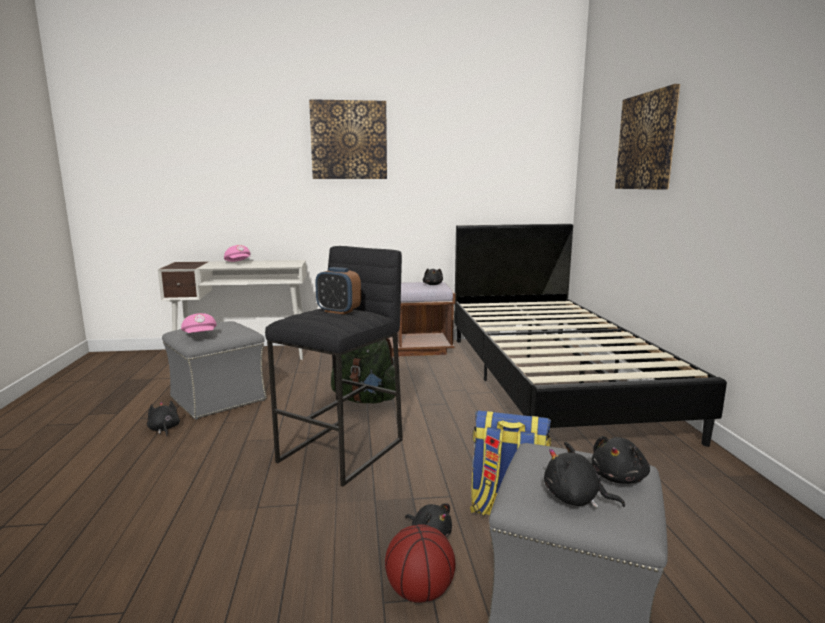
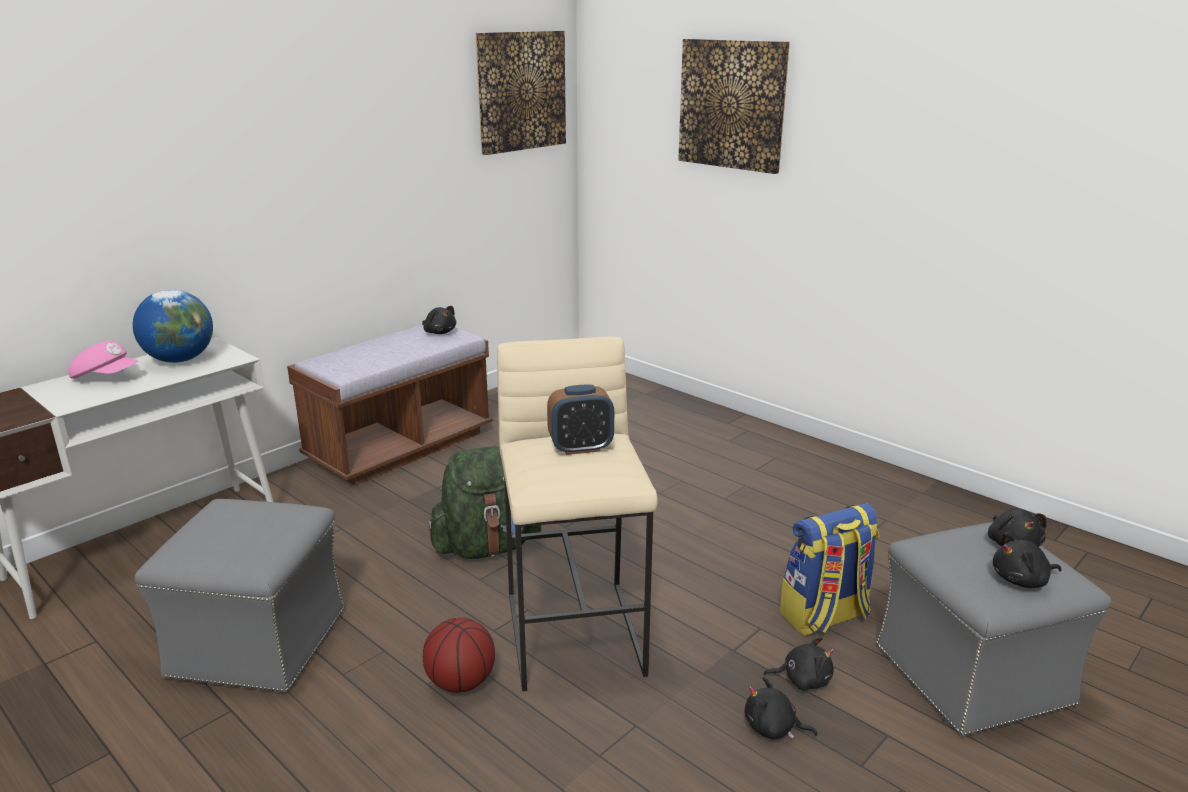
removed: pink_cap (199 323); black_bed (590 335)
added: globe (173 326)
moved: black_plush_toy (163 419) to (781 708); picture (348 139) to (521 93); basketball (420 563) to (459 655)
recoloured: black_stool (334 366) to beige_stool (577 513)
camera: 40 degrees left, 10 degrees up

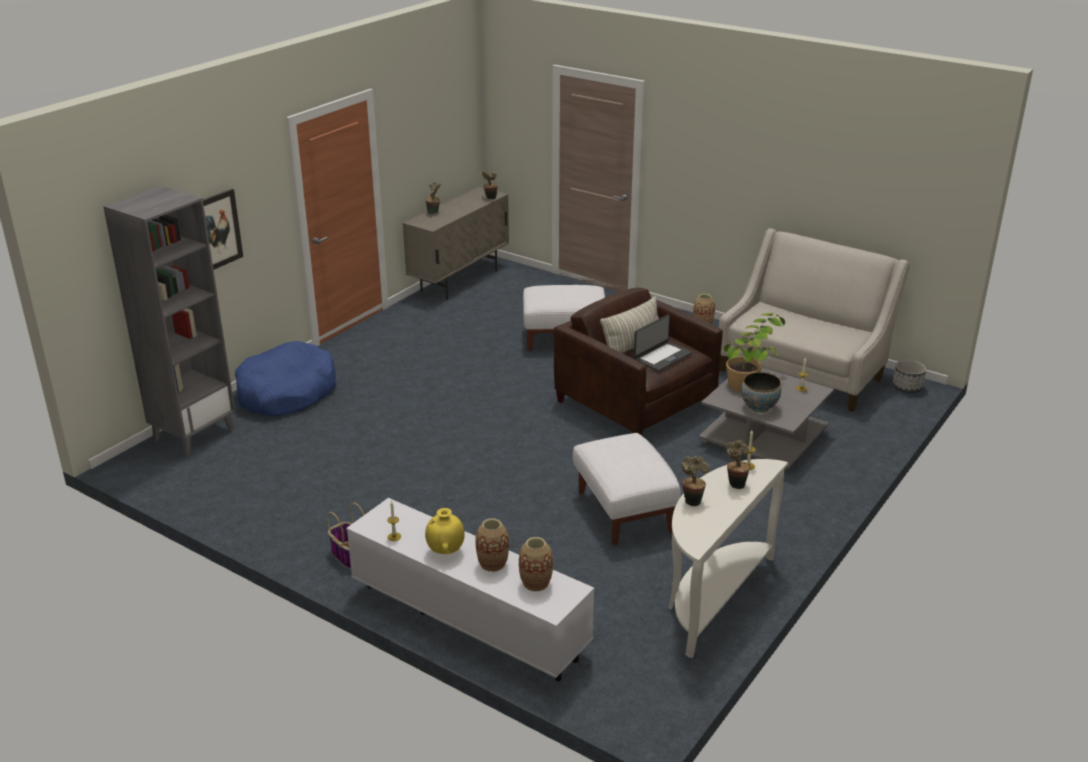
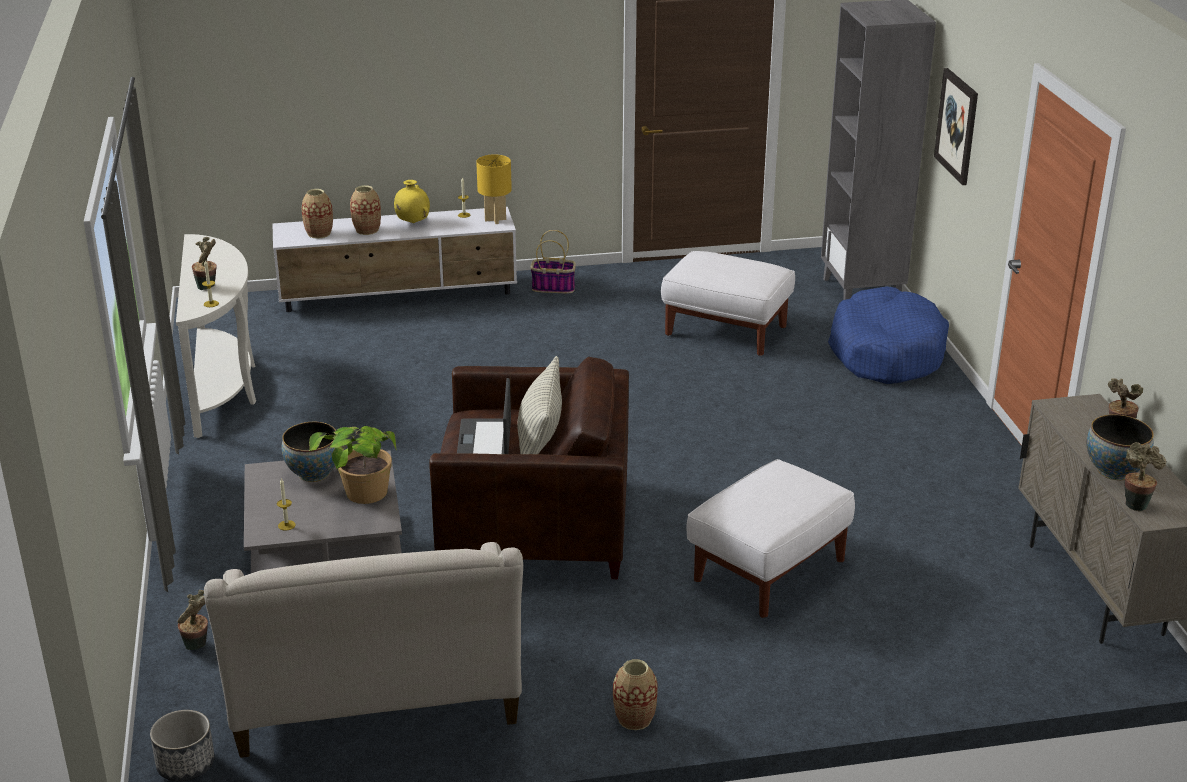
added: yellow_table_lamp (494 189); bowl (1120 447)
moved: white_ottoman (627 489) to (728 303); potted_plant (695 481) to (193 620)
camera: 135 degrees right, 0 degrees up

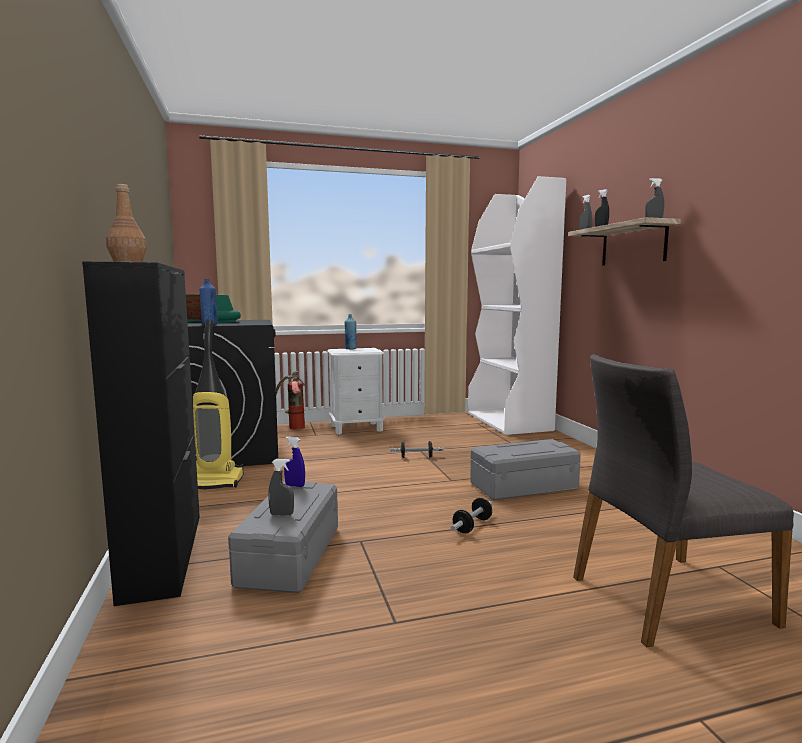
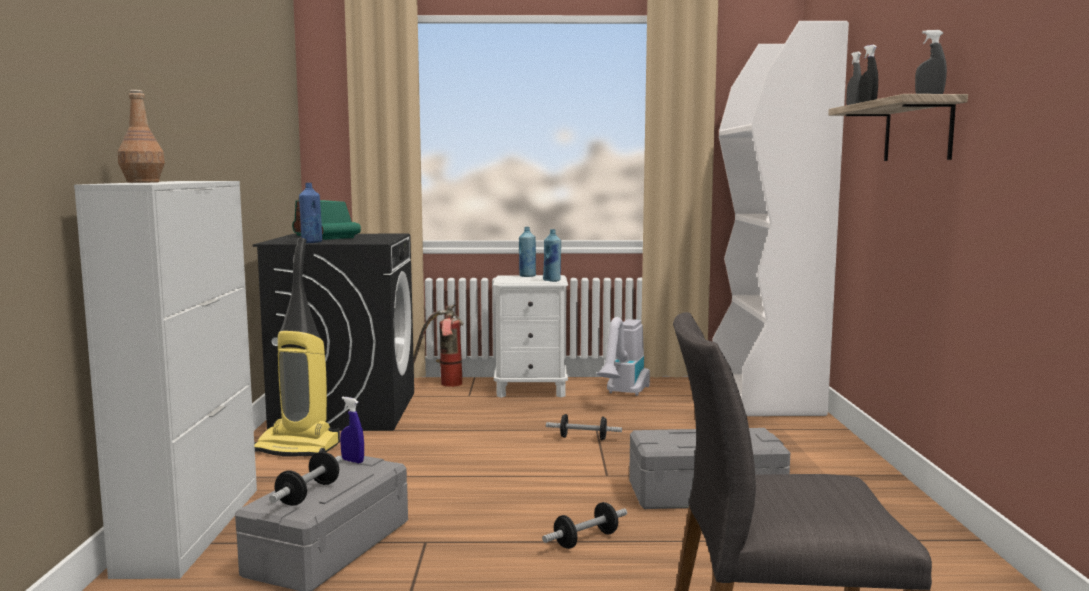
added: blue_bottle (552 255); vacuum_cleaner (623 356)
replaced: grey_spray_bottle (281 487) to dumbbell (305 479)
recoloured: black_cabinet (141 433) to white_cabinet (165 380)
camera: 15 degrees right, 0 degrees up

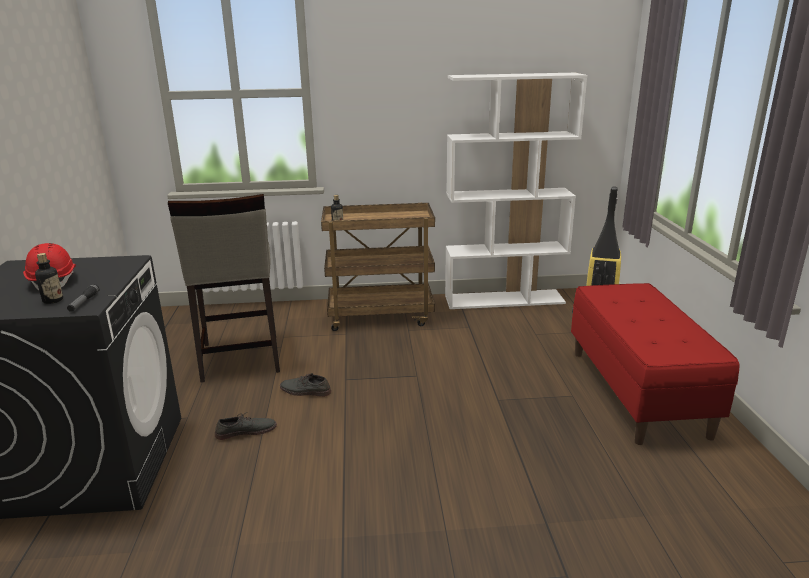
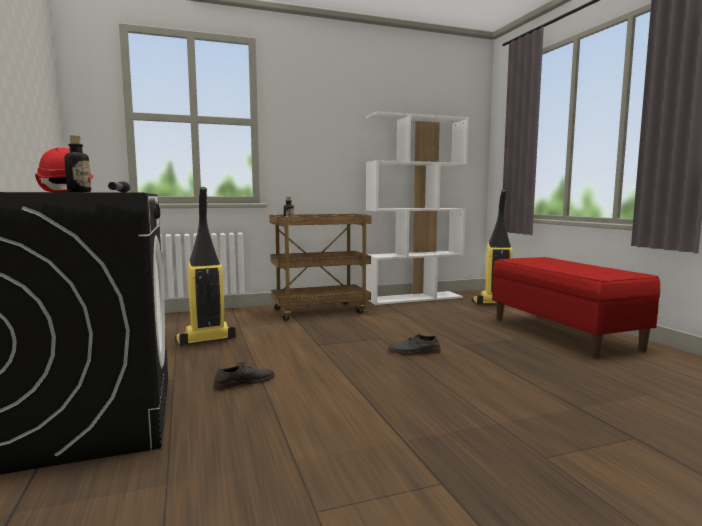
moved: grey_shoe (305 385) to (414 344)
replaced: beige_stool (224 288) to vacuum_cleaner (205 266)
camera: 15 degrees left, 15 degrees down

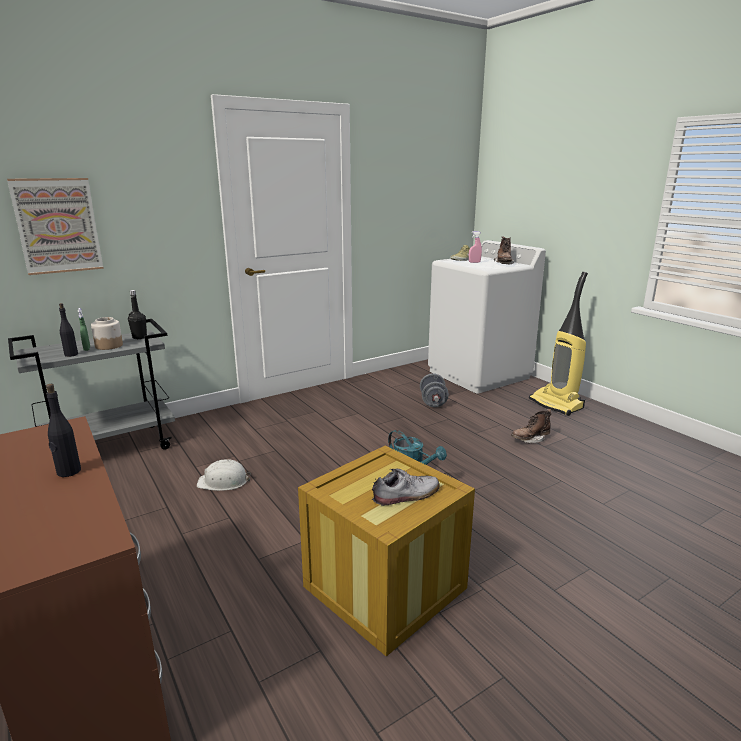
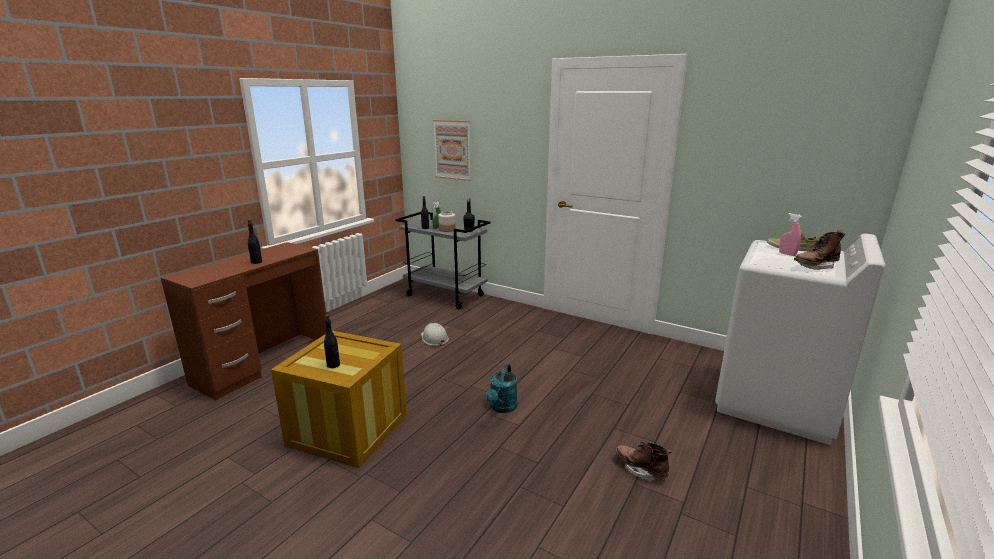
removed: grey_dumbbell (434 390); vacuum_cleaner (558 344)
replaced: shoe (406 487) to black_bottle (332 341)
camera: 65 degrees right, 0 degrees up

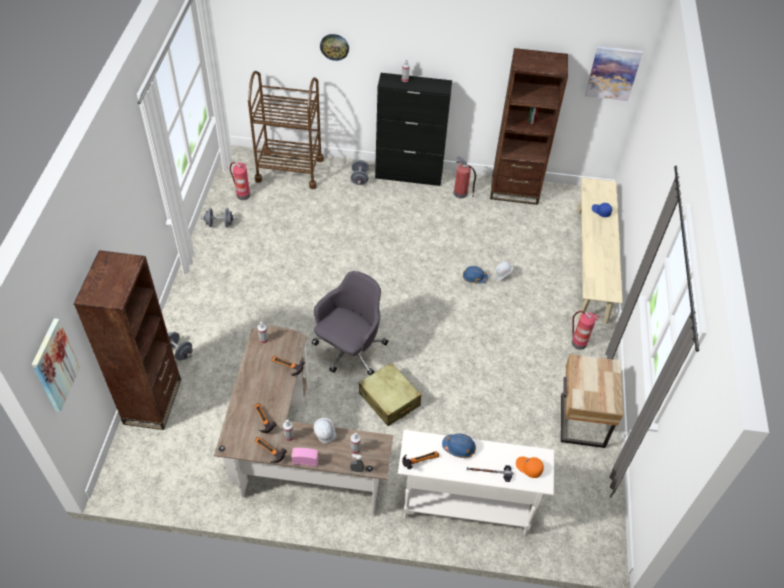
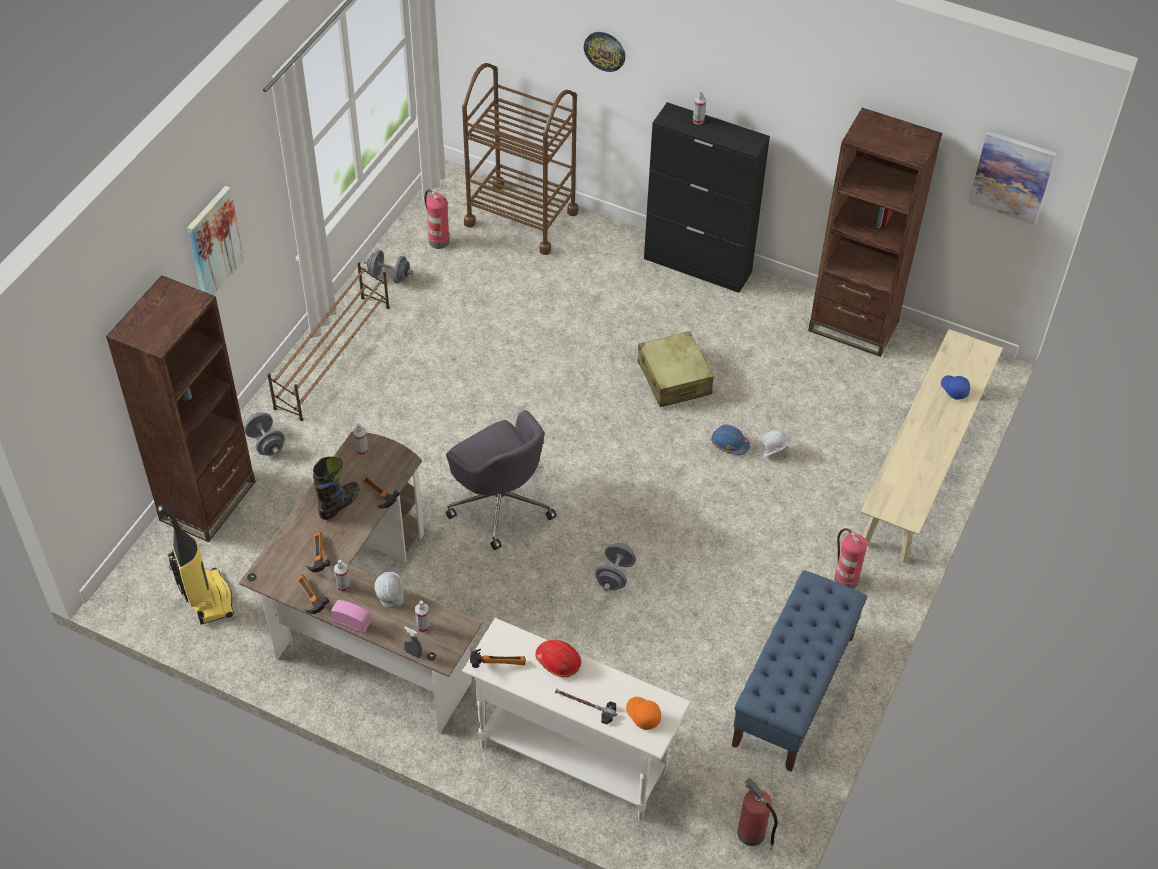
added: vacuum_cleaner (196 564); brown_shoe_rack (328 342); black_boot (336 488)
moved: picture (56 365) to (215 240); grey_dumbbell (360 172) to (615 566); beige_suitcase (390 394) to (676 369); fire_extinguisher (465 177) to (757 814)
replaced: beige_nightstand (592 401) to blue_bench (799 671)
recoloured: blue_hard_hat (459 445) to red_hard_hat (558 658)
turned: grey_office_chair (350 323) = (501 480) 90 degrees clockwise
camera: 20 degrees right, 0 degrees up

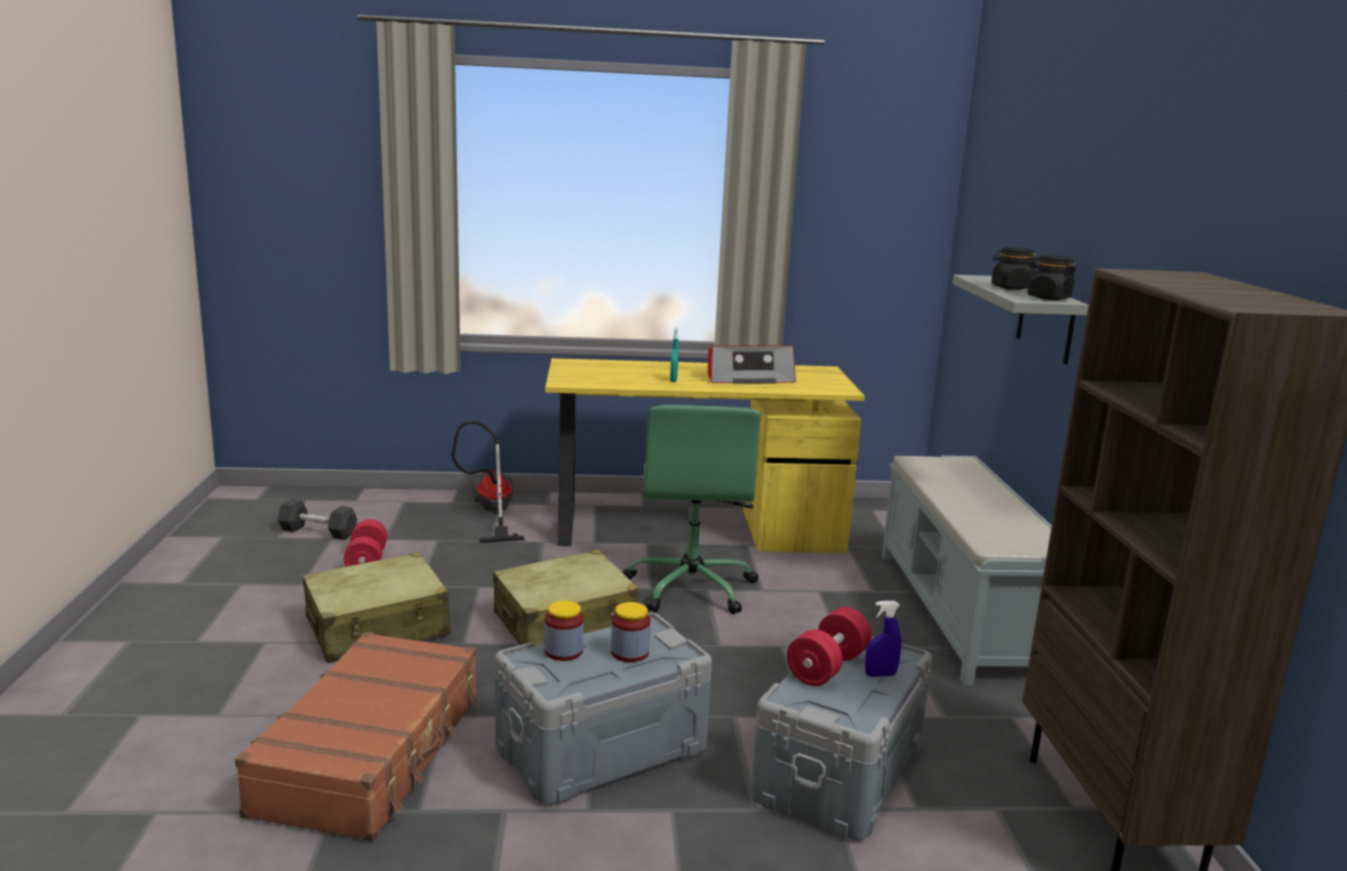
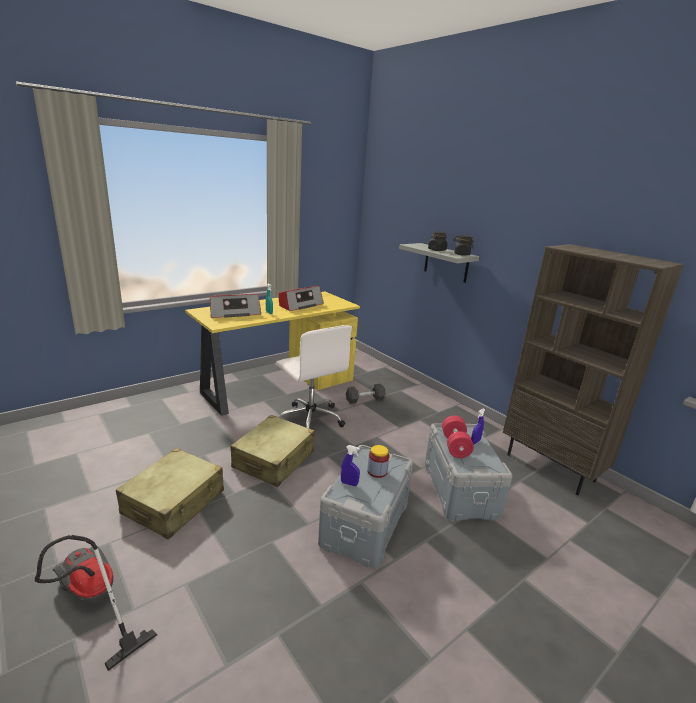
removed: brown_suitcase (357 737); red_dumbbell (366 543); grey_bench (967 570)
added: radio (235 306)
moved: grey_dumbbell (317 519) to (366 394); vacuum_cleaner (488 482) to (96 603)
replaced: jar (564 630) to blue_spray_bottle (350 465)
recoloured: green_office_chair (691 509) to white_office_chair (314 377)
camera: 35 degrees left, 5 degrees up

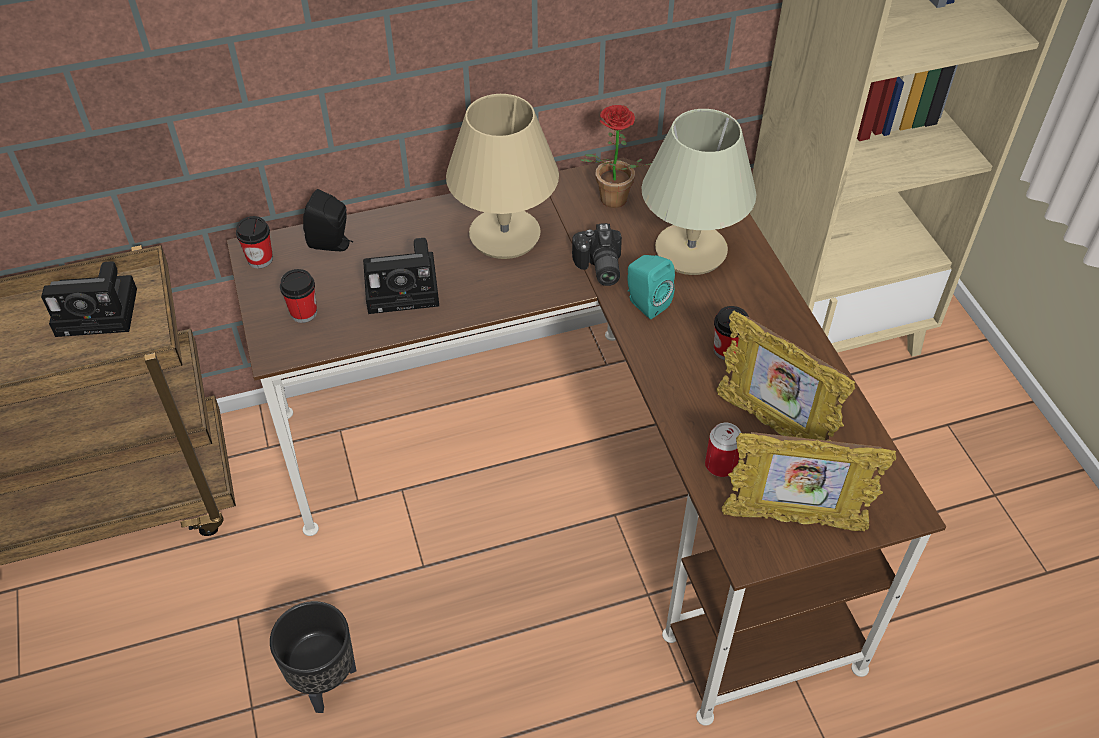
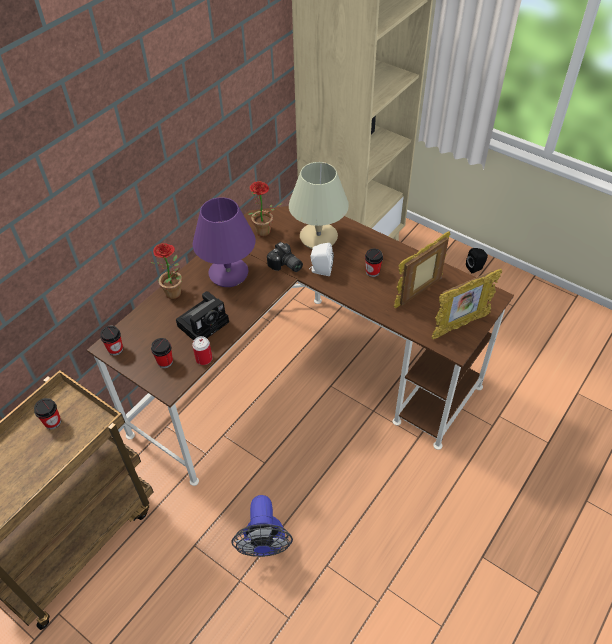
added: potted_plant (166 271)
moved: black_speaker (328 220) to (477 260); can (723 450) to (202 350)
replaced: photo_camera (89 299) to cup (47 413); black_planter (313 657) to fan (262 526)
recoloured: beige_table_lamp (502 176) to purple_table_lamp (224 242); turquoise_speaker (651 287) to white_speaker (321 259)
turned: picture_frame (785 375) = (422 269) 135 degrees clockwise
camera: 35 degrees left, 0 degrees up

